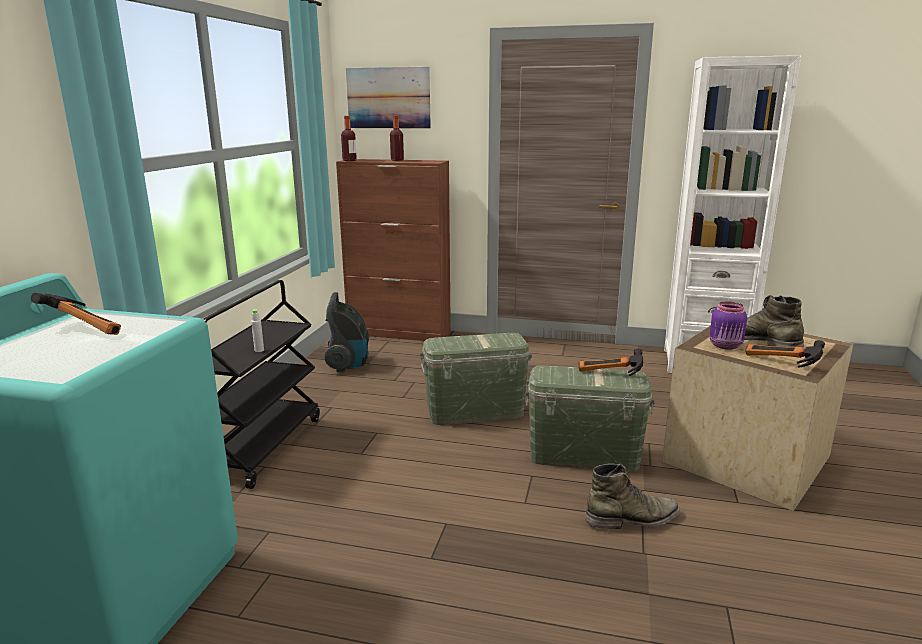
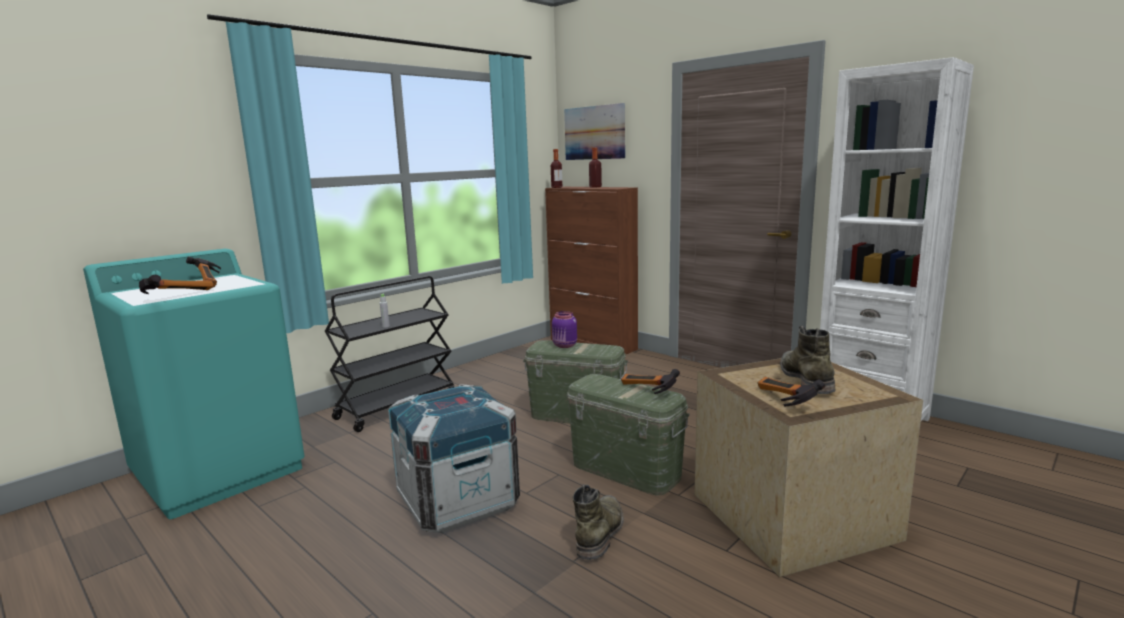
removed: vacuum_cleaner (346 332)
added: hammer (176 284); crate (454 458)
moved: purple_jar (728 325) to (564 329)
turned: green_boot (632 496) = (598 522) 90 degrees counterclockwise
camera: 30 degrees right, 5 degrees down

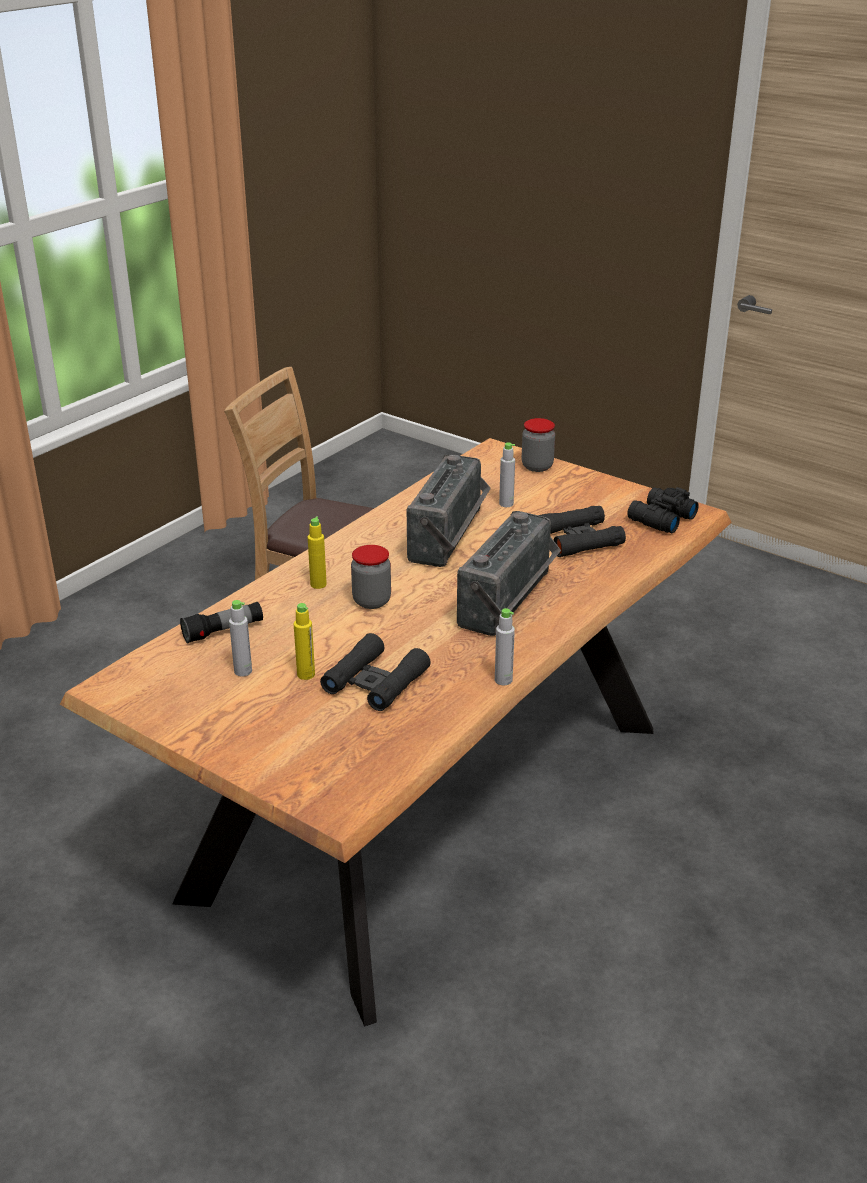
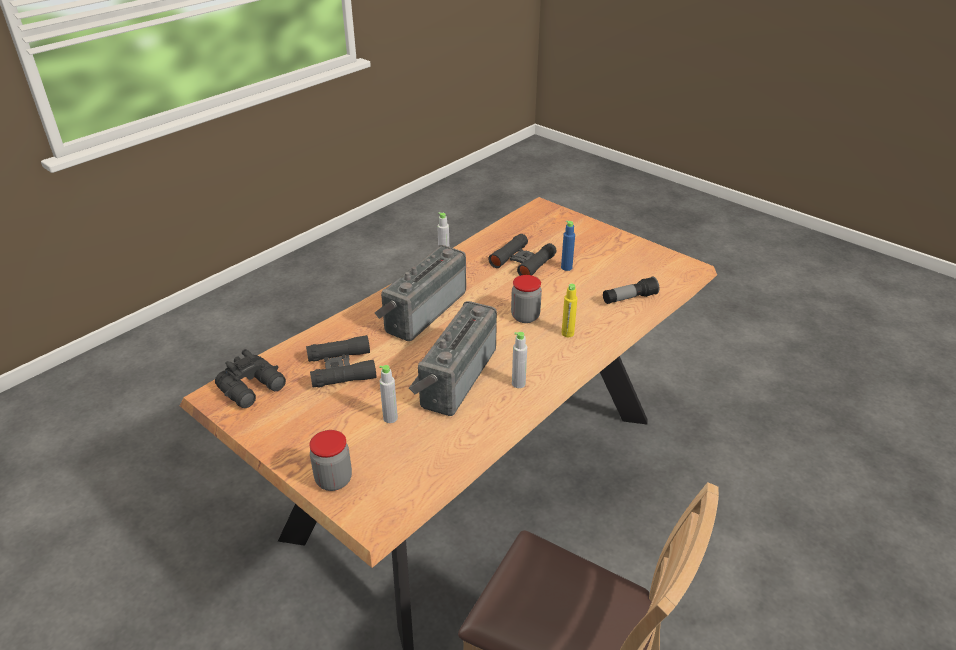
moved: grey_bottle (240 638) to (519 360)
recoloured: yellow_bottle (304 641) to blue_bottle (568 246)
camera: 175 degrees left, 5 degrees up

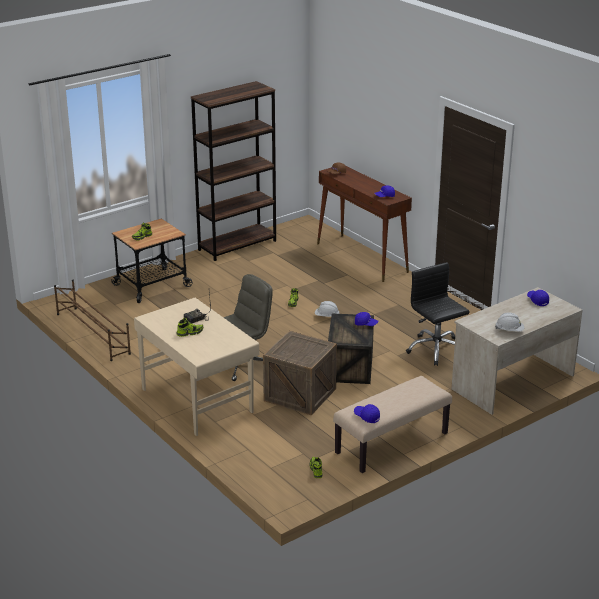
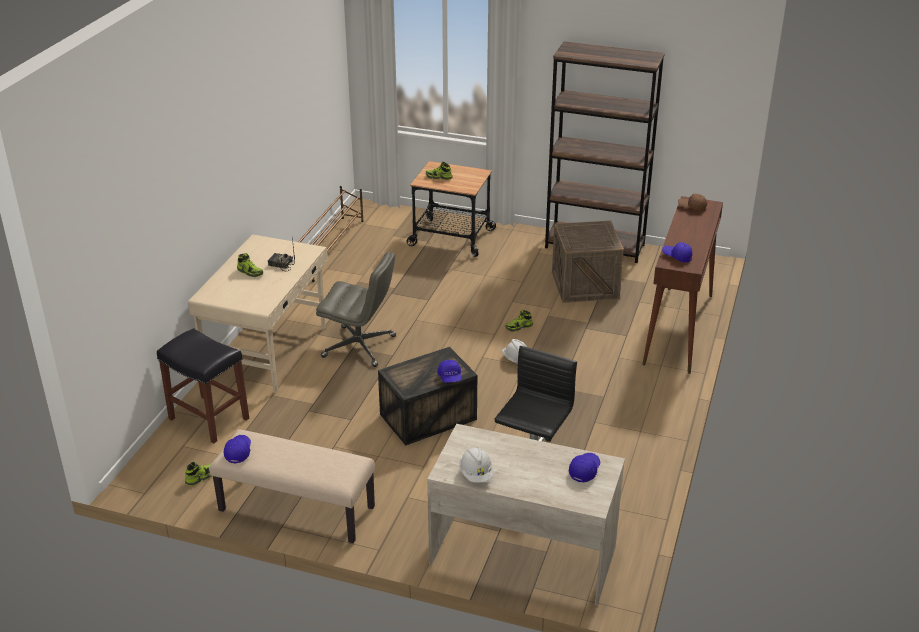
added: black_stool (203 386)
moved: crate (300 373) to (588 261)
camera: 55 degrees right, 5 degrees up

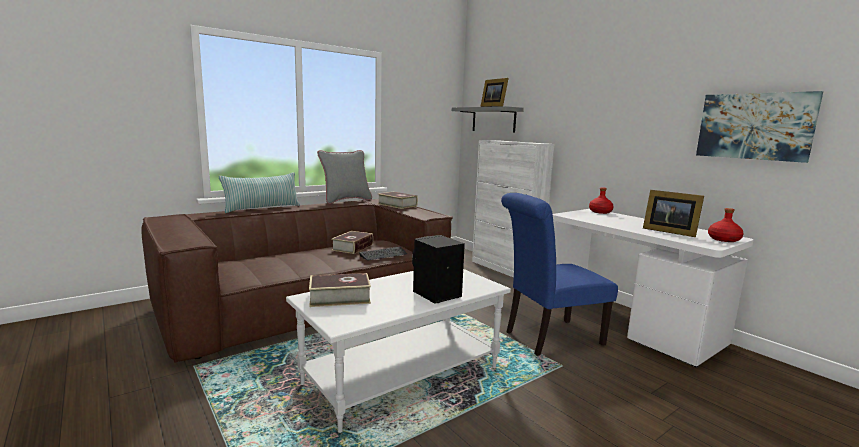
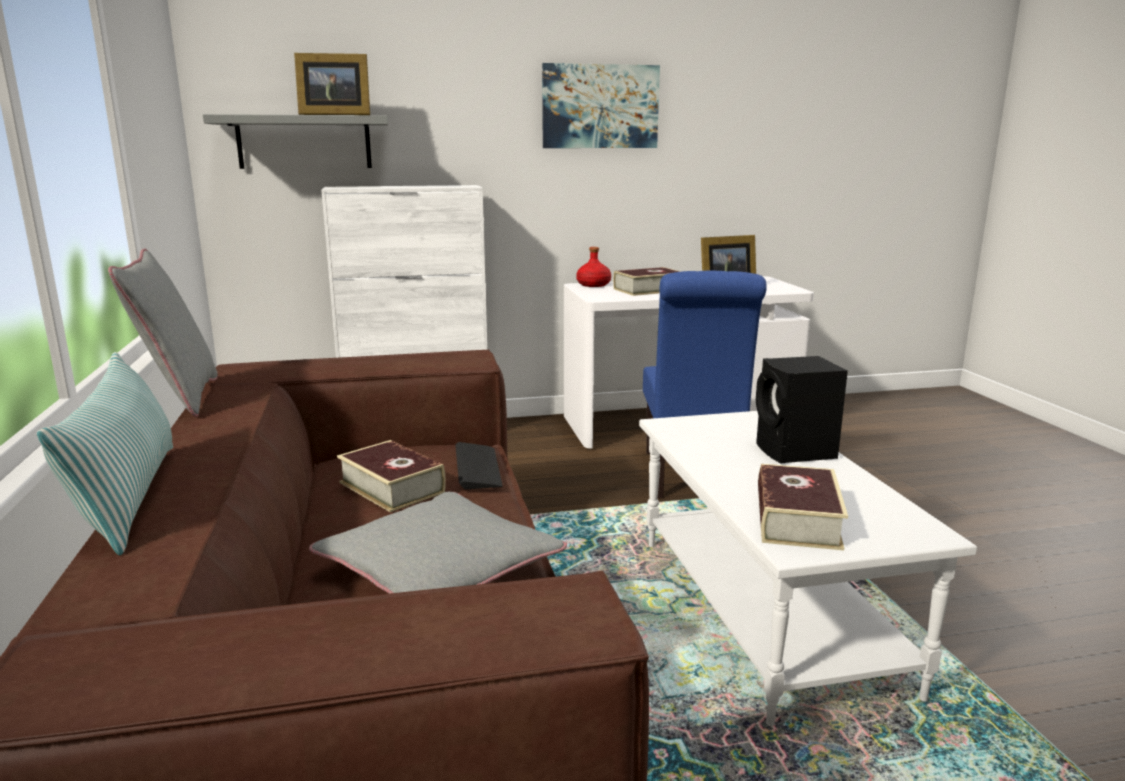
removed: red_bottle (726 225)
added: grey_pillow (438 543)
moved: book (397 200) to (647 281); picture (759 127) to (601 105)
camera: 65 degrees left, 5 degrees up

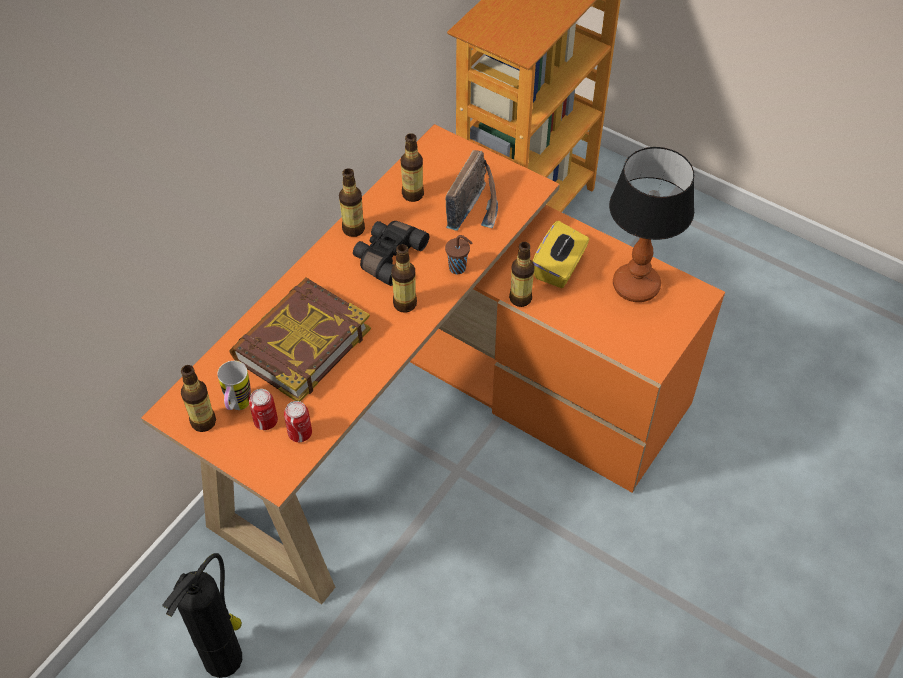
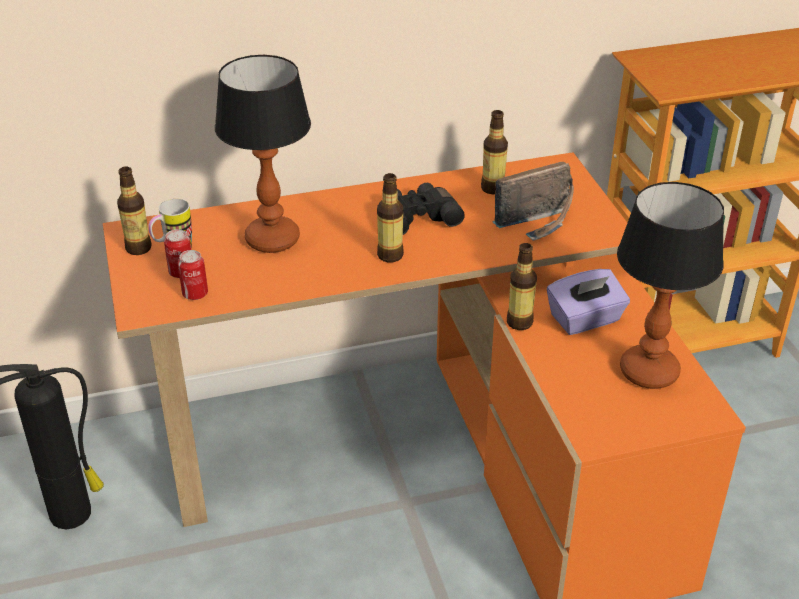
removed: bottle (352 202); brown_cup (459 255)
replaced: book (300 339) to table_lamp (263 154)
recoloured: yellow_tissue_box (560 254) to purple_tissue_box (588 302)
camera: 40 degrees right, 15 degrees down

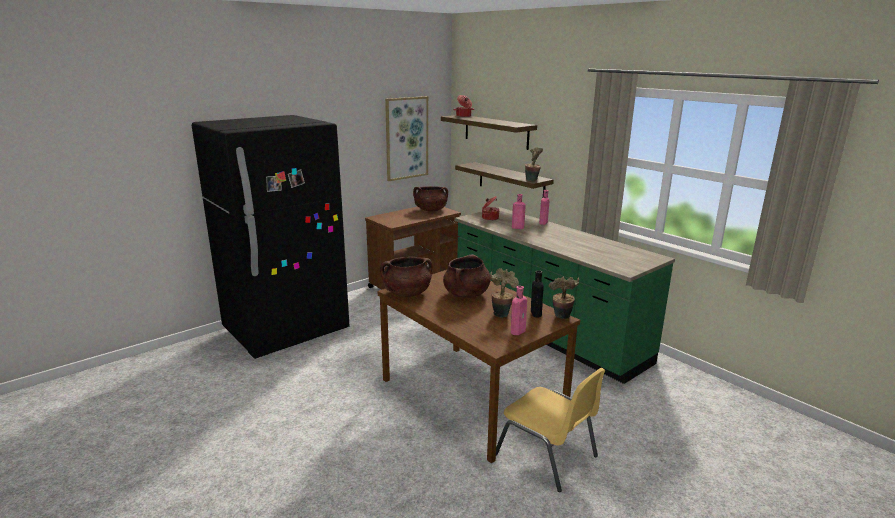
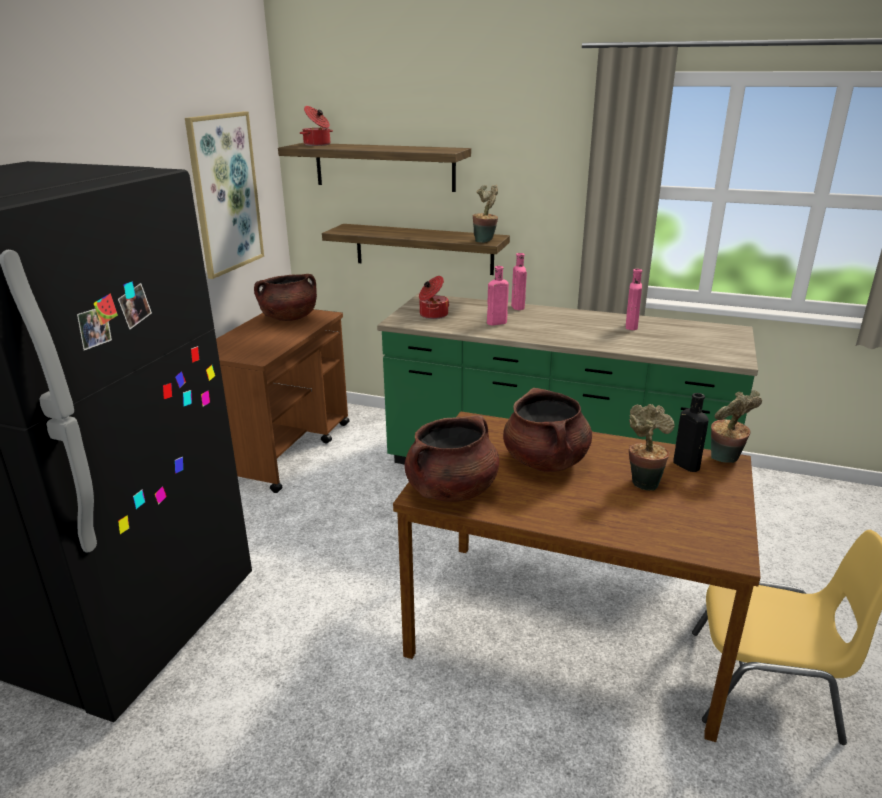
moved: pink_bottle (519 310) to (634 299)
camera: 30 degrees left, 5 degrees up

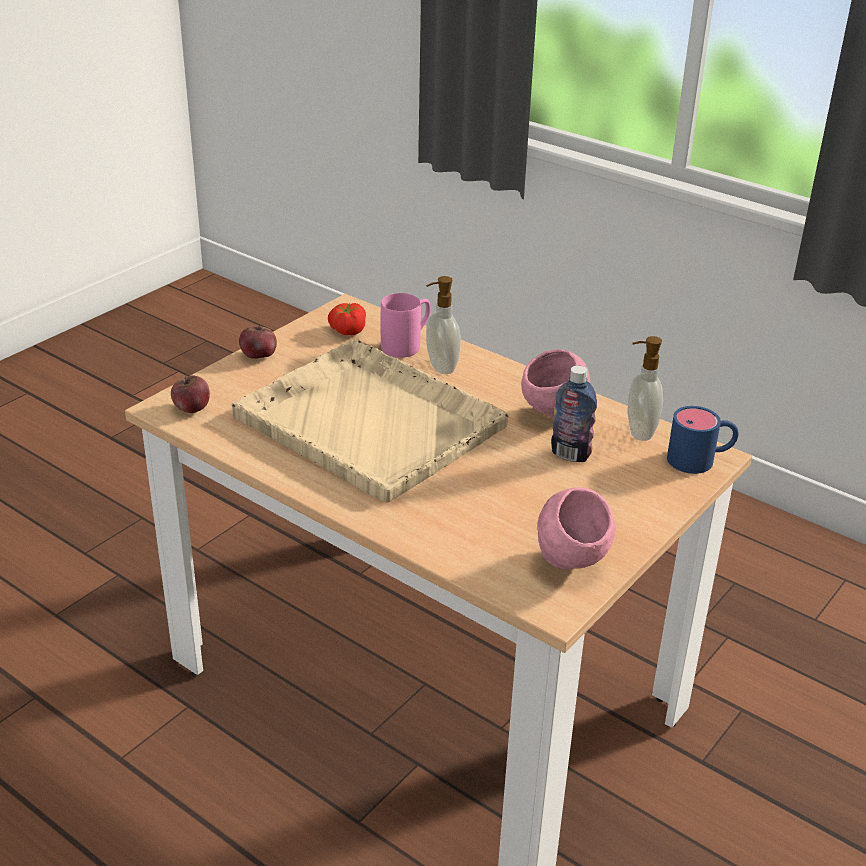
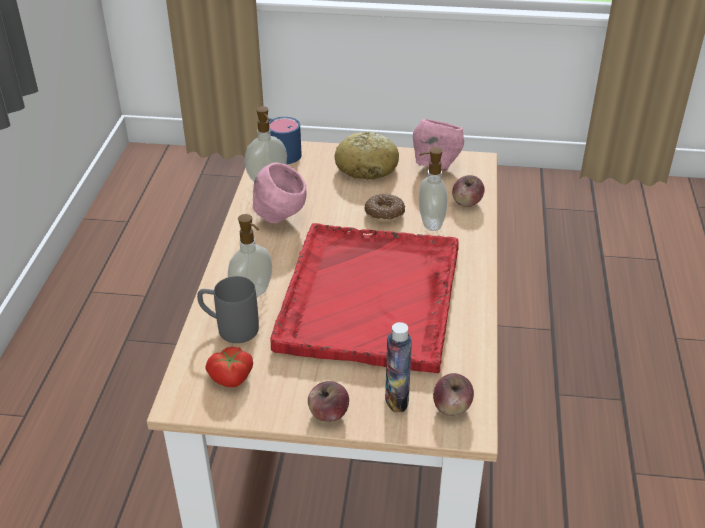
added: bread (367 155); donut (385 208); soap_dispenser (433 189); apple (468 191)
moved: bottle (574 414) to (398 367)
recoloured: beige_tray (370 421) to red_tray (364 298); pink_mug (406 325) to grey_mug (228 309)
camera: 120 degrees left, 5 degrees up

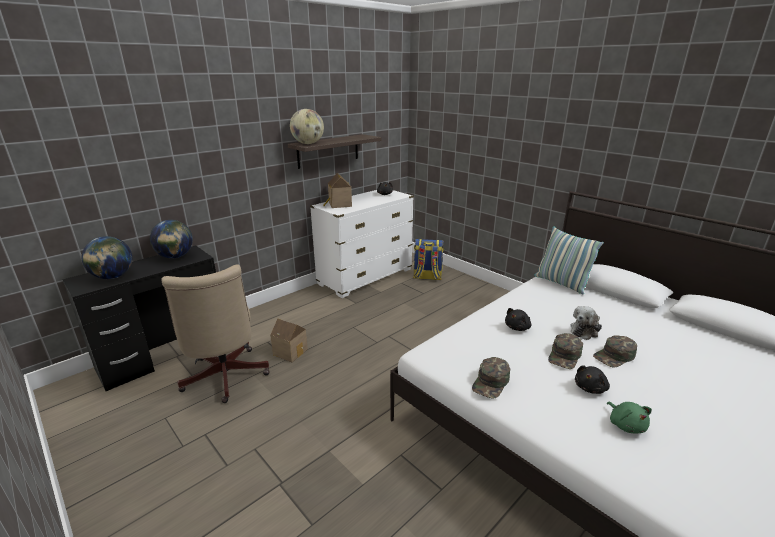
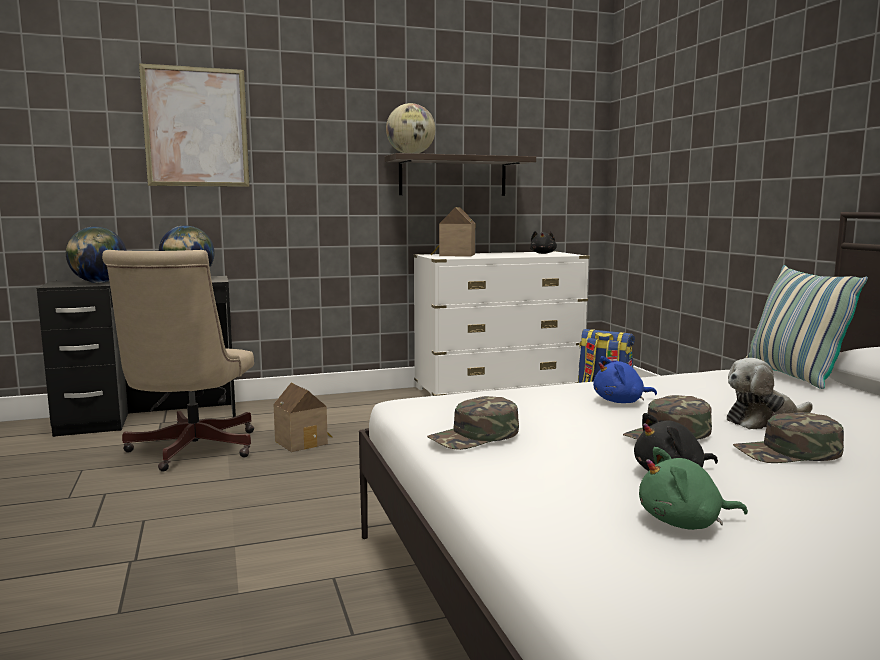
added: picture (194 125)
recoloured: black_plush_toy (518 319) to blue_plush_toy (625 379)
turned: green_plush_toy (629 417) = (693 488) 75 degrees clockwise
camera: 25 degrees right, 15 degrees down

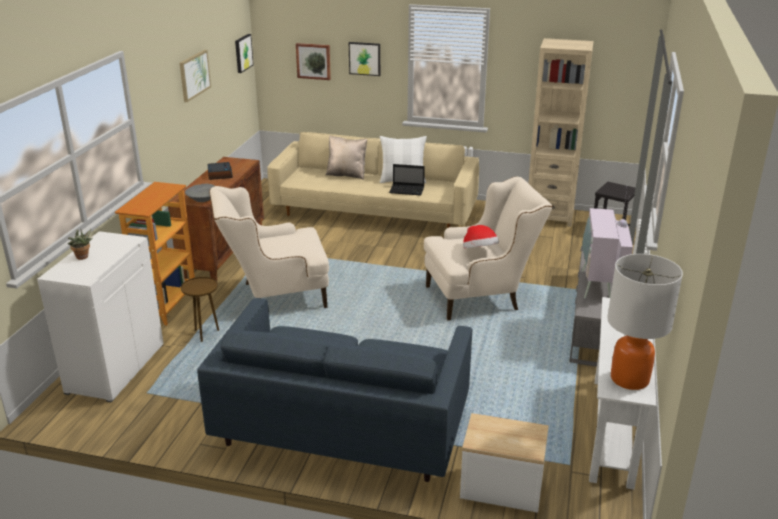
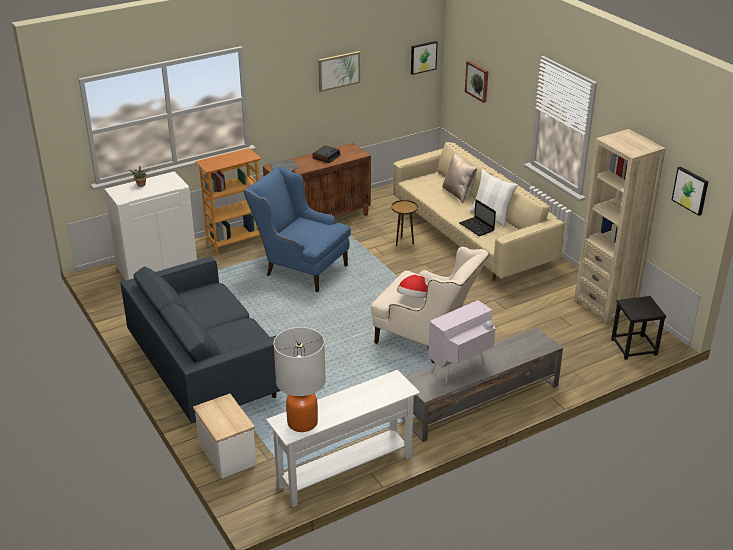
moved: brown_side_table (200 309) to (404 223); picture (364 59) to (690 191)
recoloured: beige_armchair (269 247) to blue_armchair (297 229)
camera: 45 degrees right, 5 degrees up

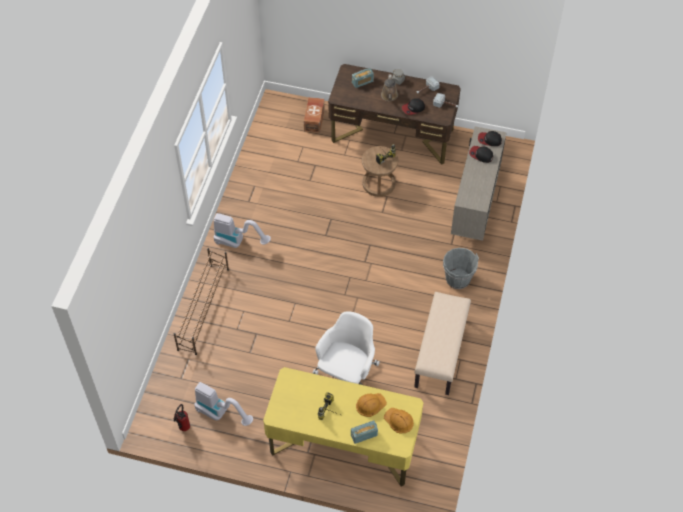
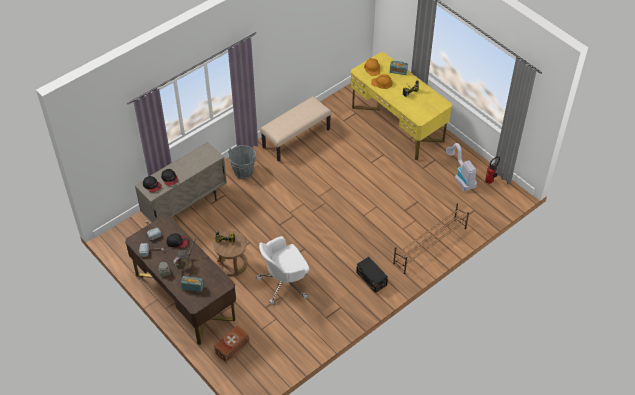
moved: white_office_chair (346 348) to (282 270)
replaced: vacuum_cleaner (242 230) to black_storage_box (372 275)
camera: 145 degrees left, 5 degrees down

